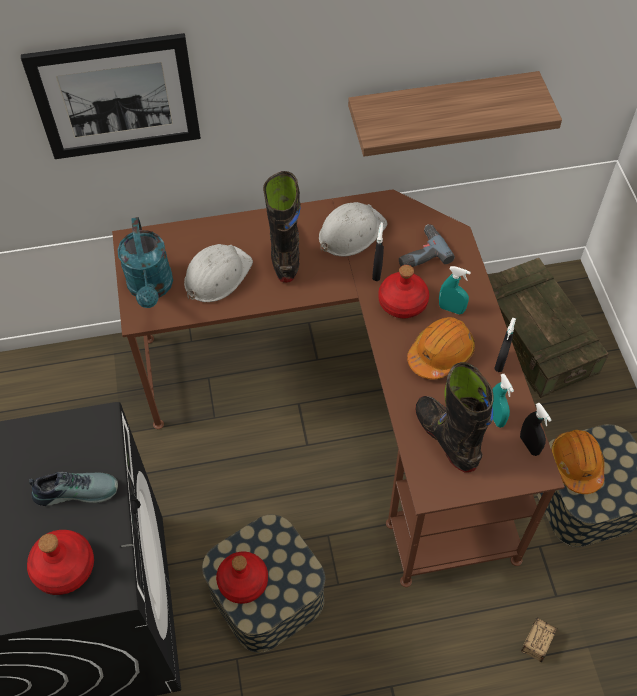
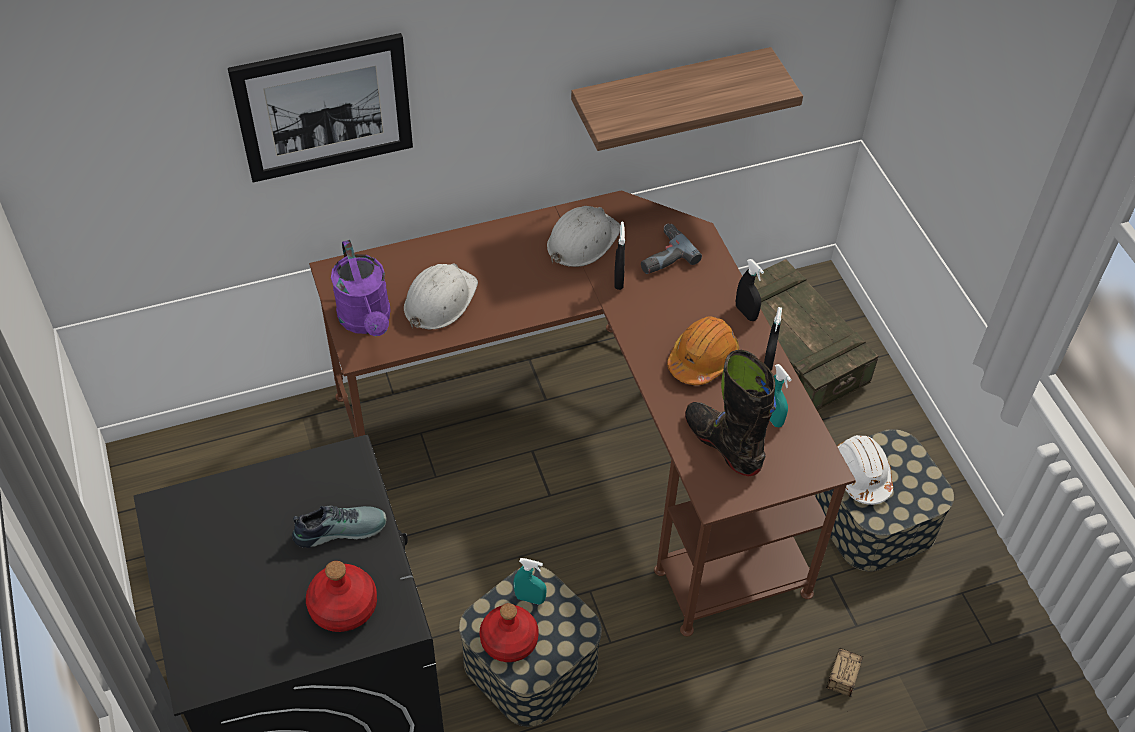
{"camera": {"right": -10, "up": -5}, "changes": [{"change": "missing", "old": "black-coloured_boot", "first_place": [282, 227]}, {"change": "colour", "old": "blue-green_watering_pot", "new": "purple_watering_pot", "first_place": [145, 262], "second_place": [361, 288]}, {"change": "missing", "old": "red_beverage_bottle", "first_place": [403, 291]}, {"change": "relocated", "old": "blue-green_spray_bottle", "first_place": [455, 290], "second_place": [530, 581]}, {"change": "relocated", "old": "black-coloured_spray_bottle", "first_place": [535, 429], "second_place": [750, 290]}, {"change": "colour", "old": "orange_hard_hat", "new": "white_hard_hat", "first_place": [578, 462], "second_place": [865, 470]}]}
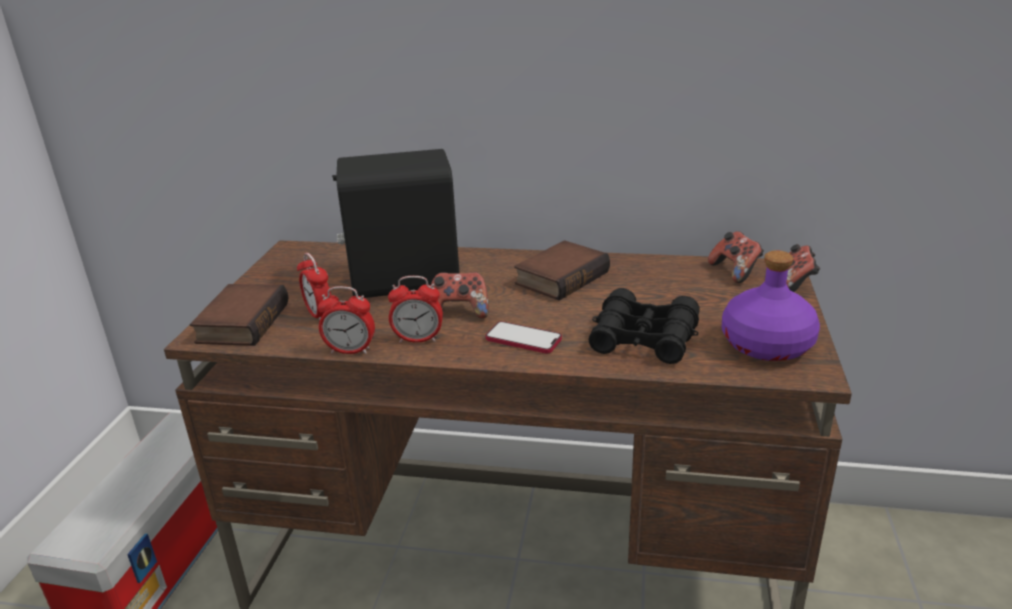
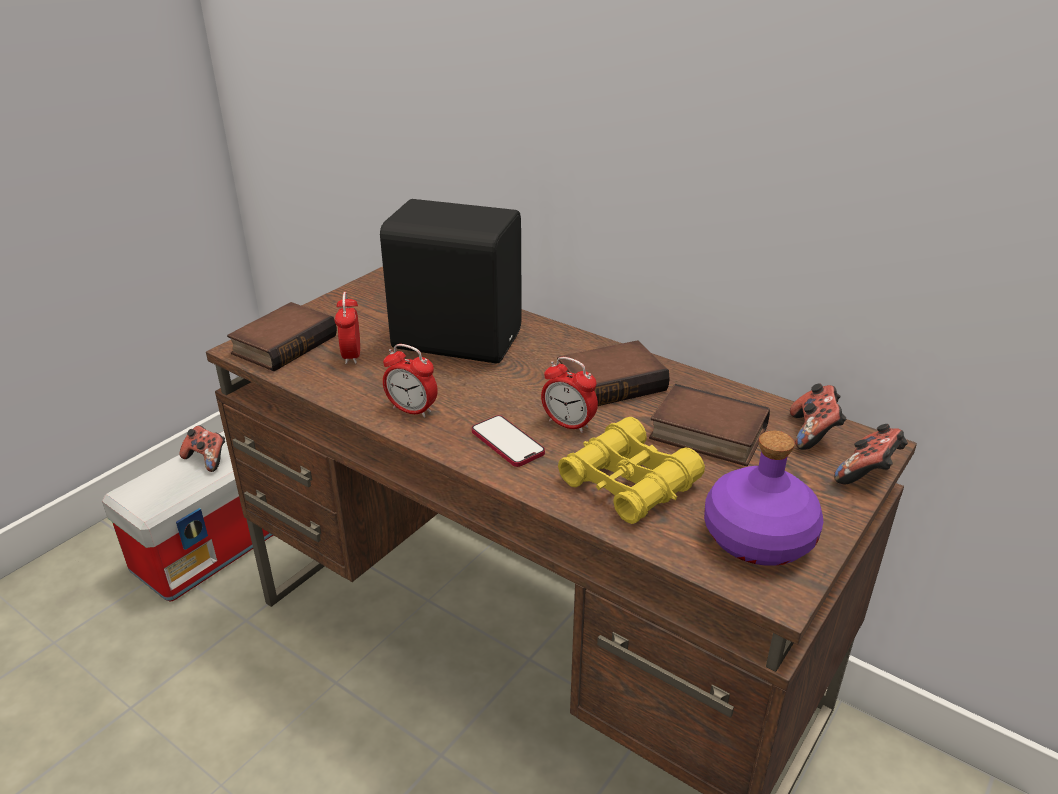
{"camera": {"right": 25, "up": 5}, "changes": [{"change": "relocated", "old": "game_controller", "first_place": [460, 295], "second_place": [202, 448]}, {"change": "relocated", "old": "alarm_clock", "first_place": [346, 320], "second_place": [569, 395]}, {"change": "colour", "old": "black-coloured_binoculars", "new": "yellow-coloured_binoculars", "first_place": [644, 326], "second_place": [631, 470]}, {"change": "appeared", "new": "bound_book", "second_place": [709, 425]}]}
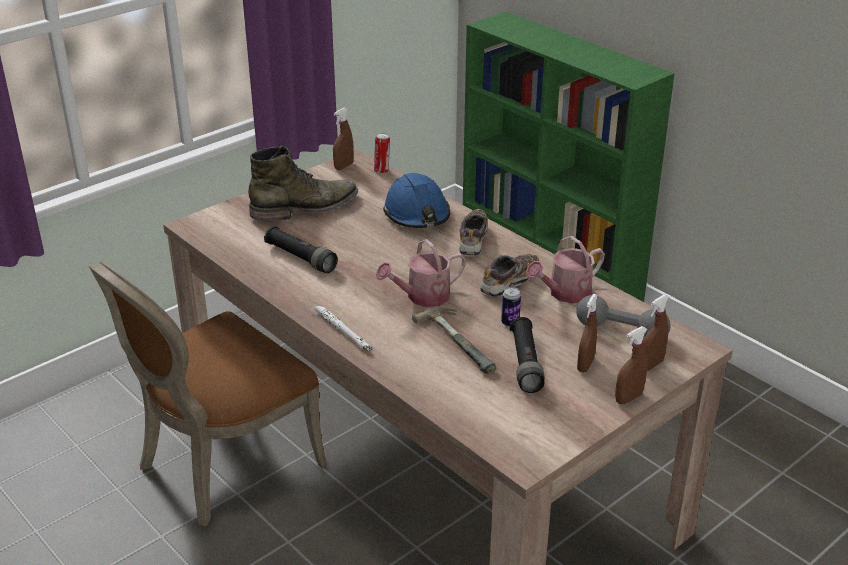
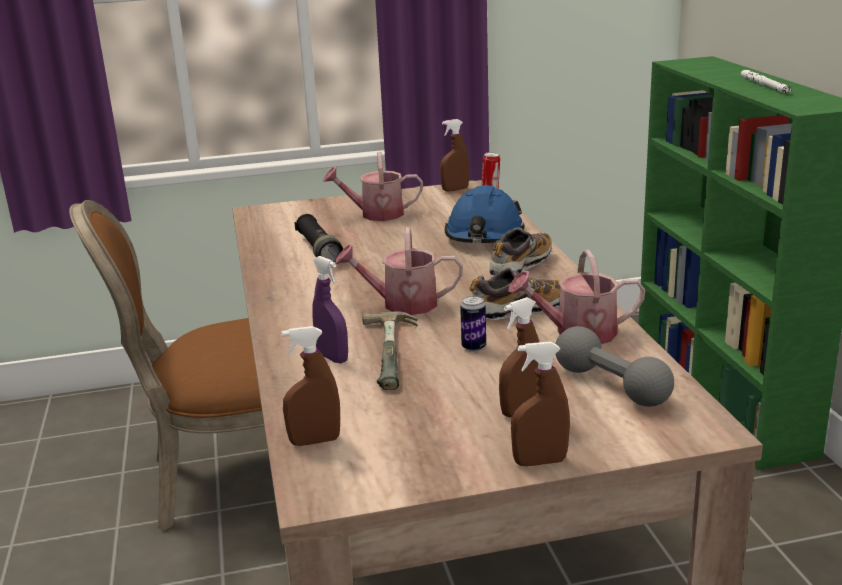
{"camera": {"right": 30, "up": -10}, "changes": [{"change": "exchanged", "old": "greenish_boot", "new": "watering_pot", "first_place": [303, 183], "second_place": [372, 186]}, {"change": "relocated", "old": "brown-coloured_spray_bottle", "first_place": [656, 333], "second_place": [311, 386]}, {"change": "relocated", "old": "white_torch", "first_place": [343, 328], "second_place": [766, 81]}, {"change": "missing", "old": "black-coloured_torch", "first_place": [527, 355]}, {"change": "appeared", "new": "purple_spray_bottle", "second_place": [330, 309]}]}
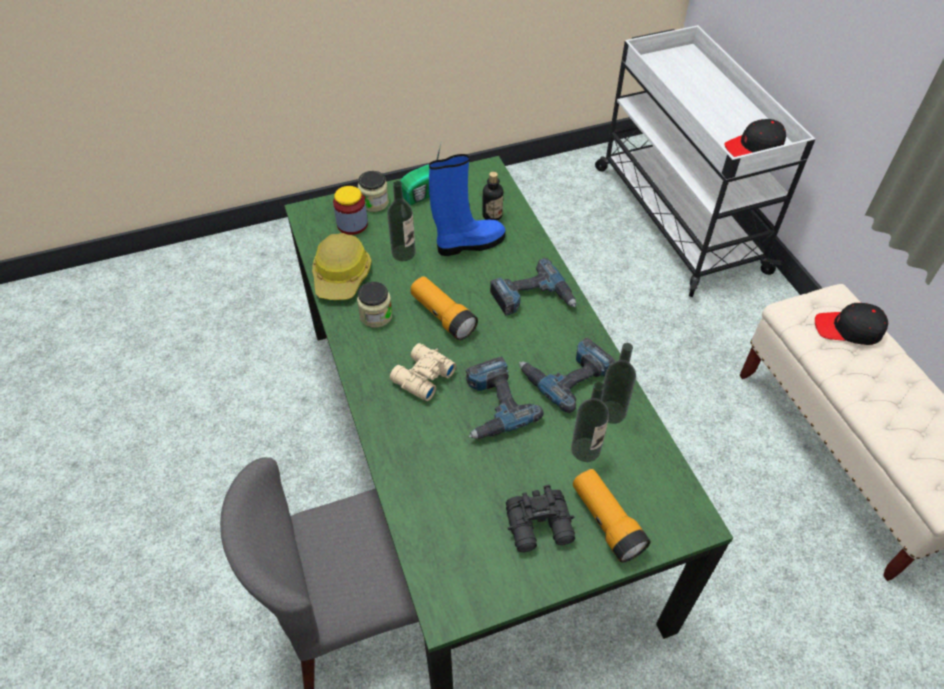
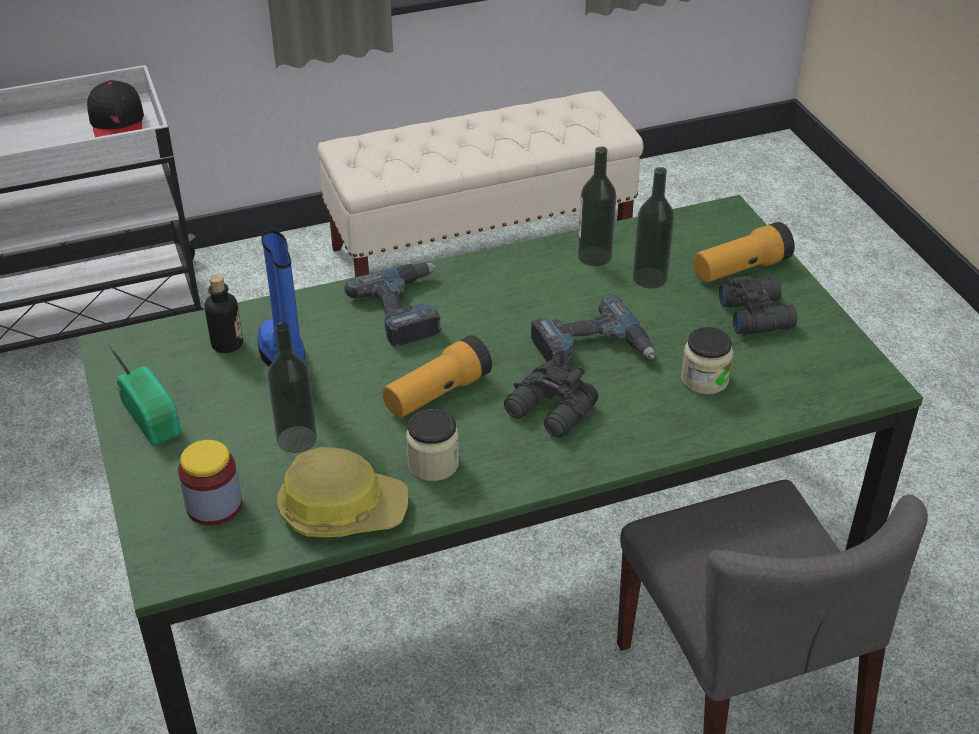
{"camera": {"right": -90, "up": -10}, "changes": [{"change": "relocated", "old": "jar", "first_place": [373, 191], "second_place": [707, 360]}, {"change": "missing", "old": "black-coloured_peaked_cap", "first_place": [851, 324]}, {"change": "missing", "old": "electric_drill", "first_place": [567, 375]}, {"change": "colour", "old": "beige_binoculars", "new": "black-coloured_binoculars", "first_place": [423, 372], "second_place": [551, 398]}]}
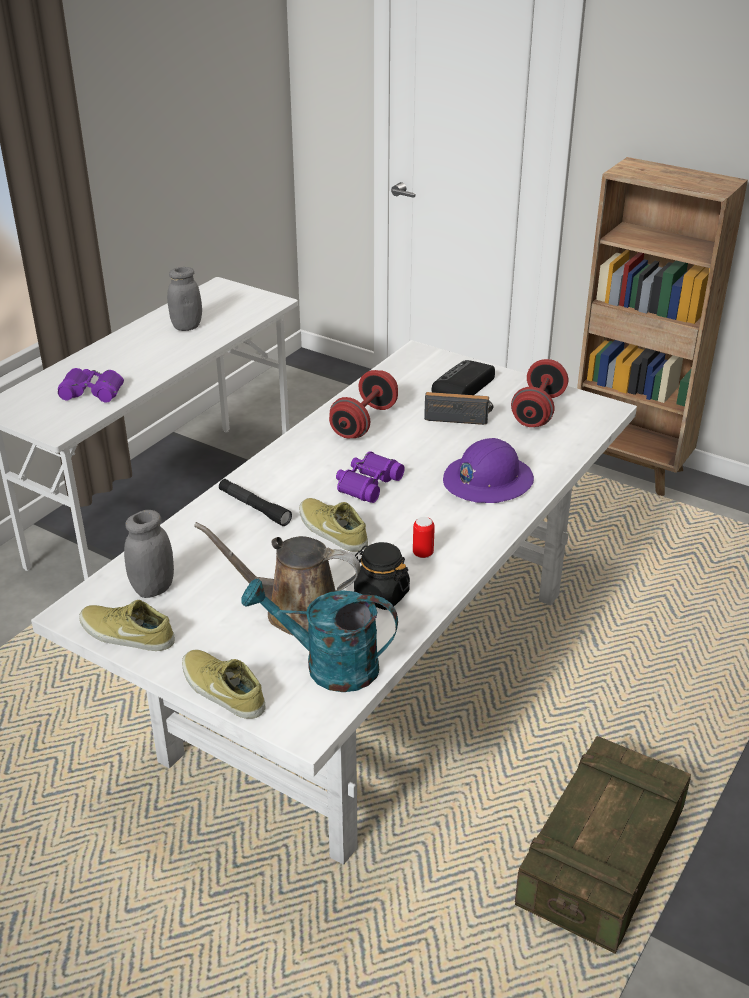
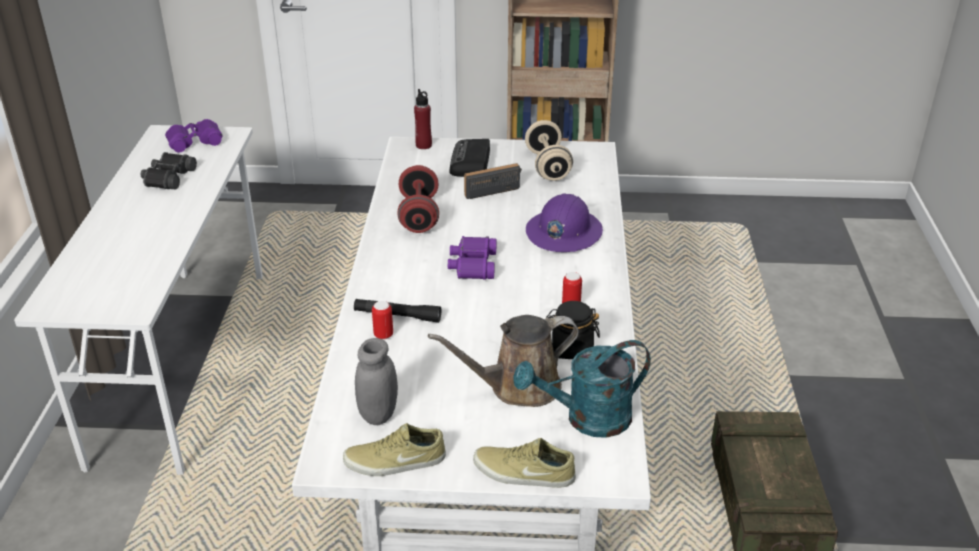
{"camera": {"right": -30, "up": 0}, "changes": [{"change": "exchanged", "old": "gray_jar", "new": "black-coloured_binoculars", "first_place": [184, 299], "second_place": [169, 170]}, {"change": "colour", "old": "red_free_weight", "new": "beige_free_weight", "first_place": [539, 393], "second_place": [549, 150]}, {"change": "relocated", "old": "purple_binoculars", "first_place": [91, 385], "second_place": [193, 136]}, {"change": "missing", "old": "beige_low_shoe", "first_place": [333, 525]}, {"change": "appeared", "new": "red_beverage_bottle", "second_place": [423, 119]}, {"change": "appeared", "new": "sealed_can", "second_place": [382, 320]}]}
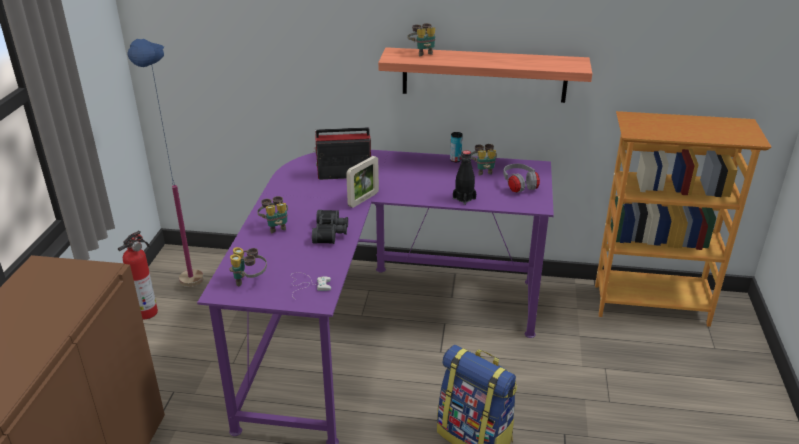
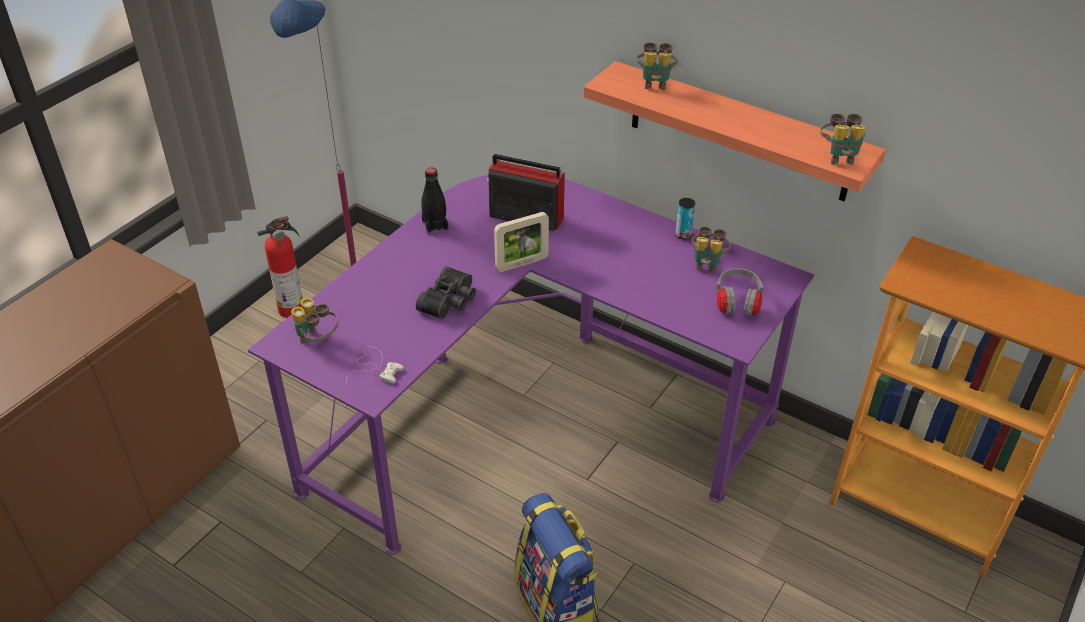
{"camera": {"right": 25, "up": 10}, "changes": [{"change": "relocated", "old": "black-coloured_beverage_bottle", "first_place": [464, 177], "second_place": [434, 201]}, {"change": "relocated", "old": "binoculars", "first_place": [272, 214], "second_place": [843, 139]}]}
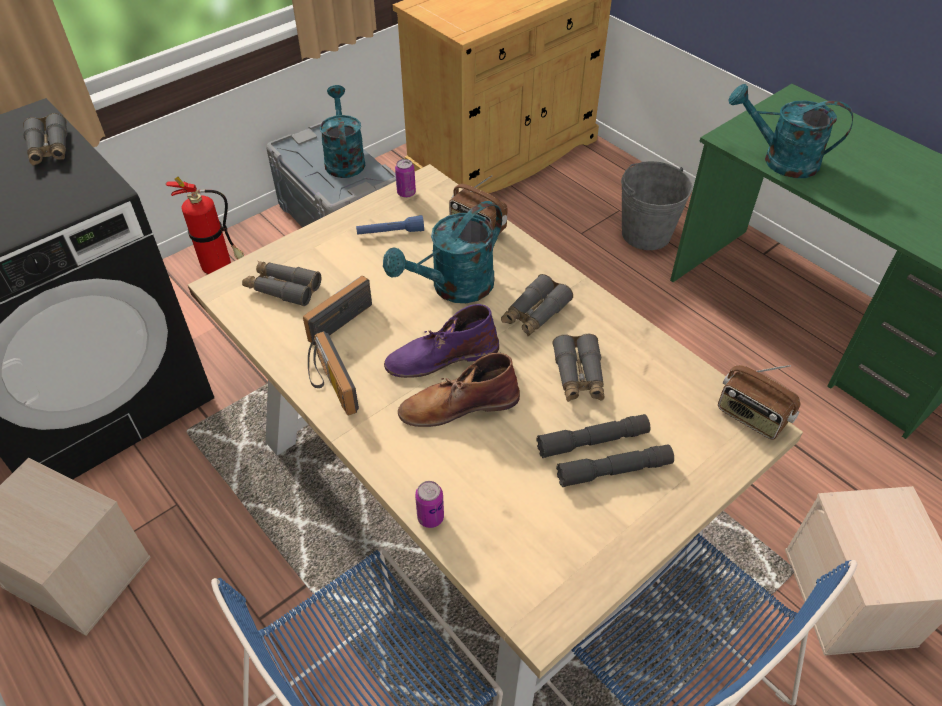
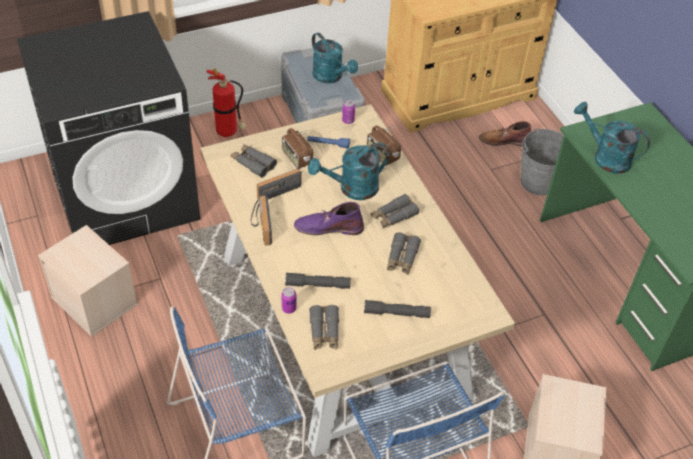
{"camera": {"right": 15, "up": 0}, "changes": [{"change": "spun", "old": "blue-green_watering_pot", "first_place": [343, 131], "second_place": [335, 58], "degrees": 135}, {"change": "relocated", "old": "gray_binoculars", "first_place": [45, 139], "second_place": [324, 327]}, {"change": "relocated", "old": "brown-coloured_boot", "first_place": [459, 390], "second_place": [505, 133]}, {"change": "relocated", "old": "radio_set", "first_place": [759, 402], "second_place": [297, 148]}, {"change": "relocated", "old": "gray_torch", "first_place": [593, 436], "second_place": [318, 281]}]}
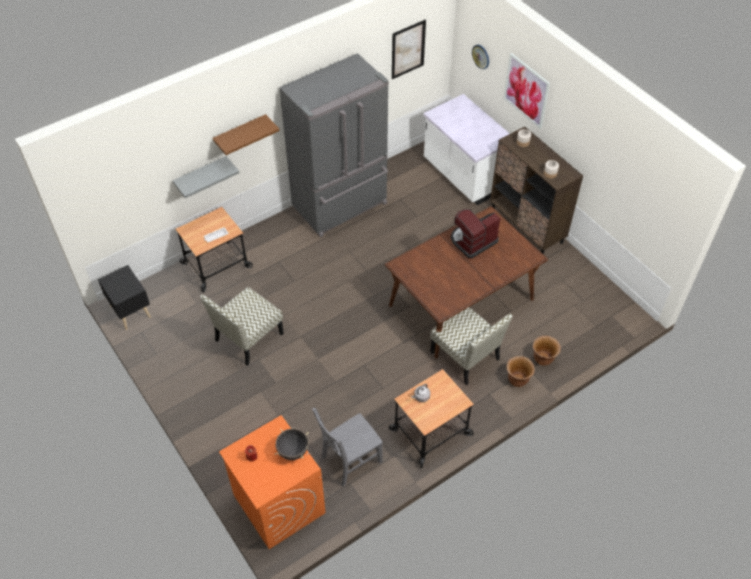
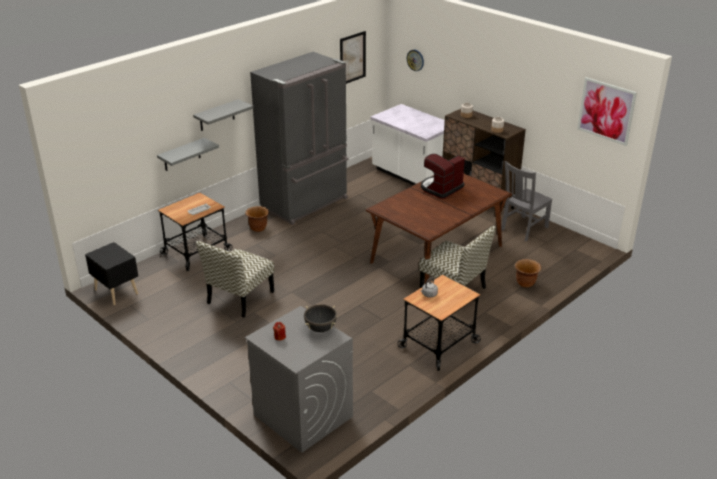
{"camera": {"right": -10, "up": -20}, "changes": [{"change": "relocated", "old": "picture", "first_place": [527, 91], "second_place": [607, 111]}, {"change": "colour", "old": "brown-coloured_wall_shelf", "new": "gray_wall_shelf", "first_place": [246, 134], "second_place": [223, 115]}, {"change": "relocated", "old": "brown-coloured_planter", "first_place": [521, 371], "second_place": [257, 219]}, {"change": "relocated", "old": "gray_upright_chair", "first_place": [347, 447], "second_place": [526, 201]}, {"change": "colour", "old": "orange_washing_machine", "new": "gray_washing_machine", "first_place": [272, 482], "second_place": [299, 379]}]}
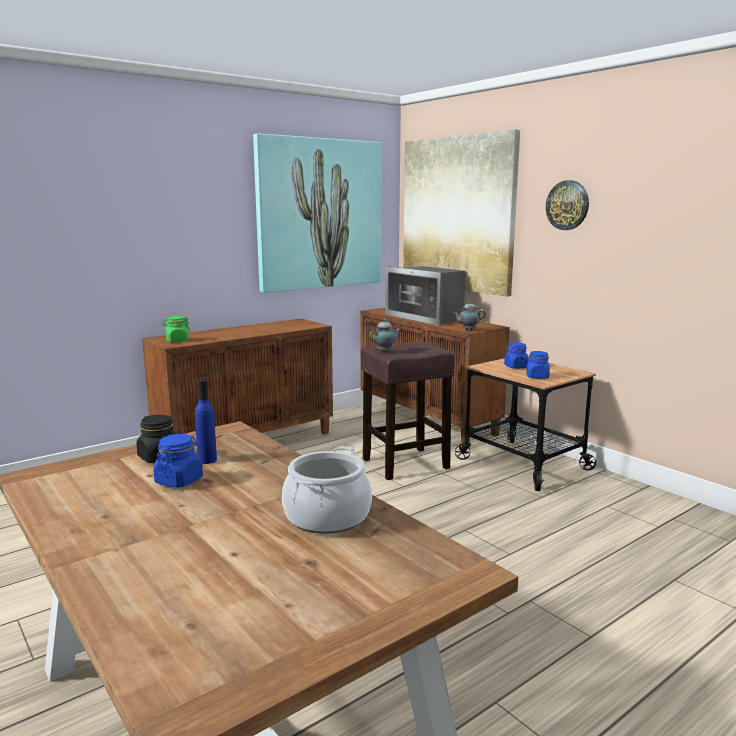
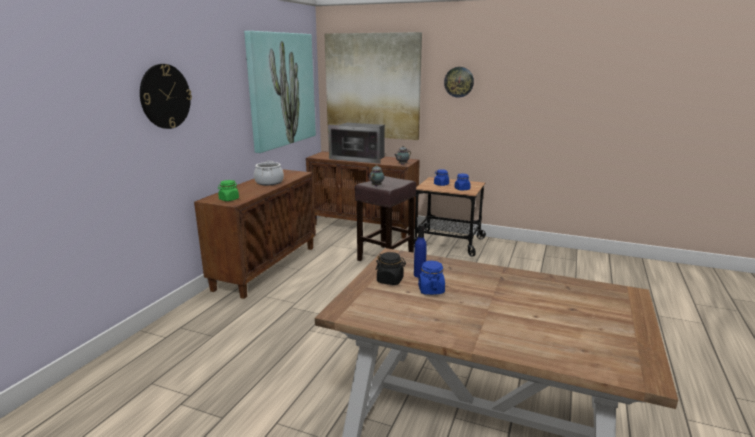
{"camera": {"right": -30, "up": 5}, "changes": [{"change": "relocated", "old": "saucepot", "first_place": [327, 490], "second_place": [269, 173]}, {"change": "appeared", "new": "wall_clock", "second_place": [166, 96]}]}
